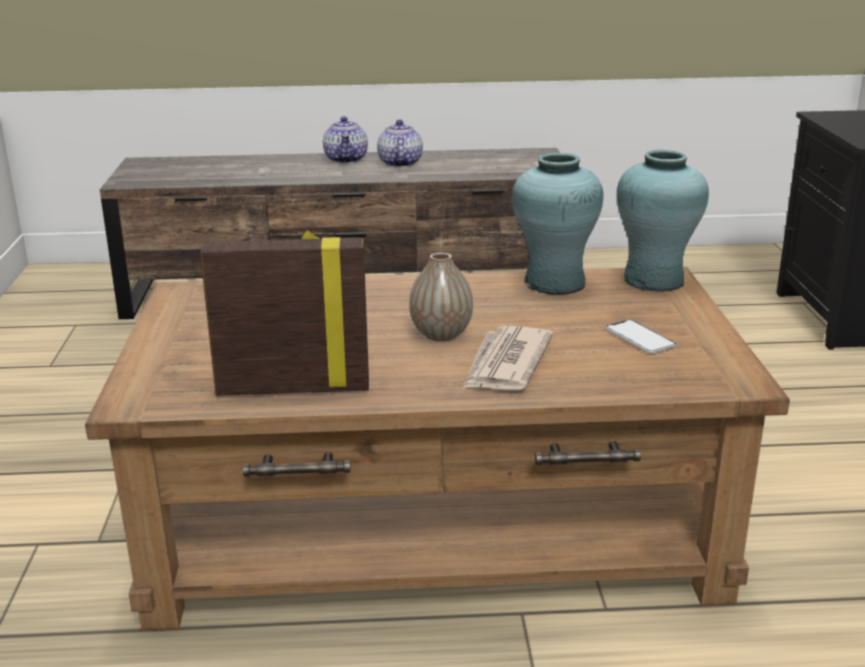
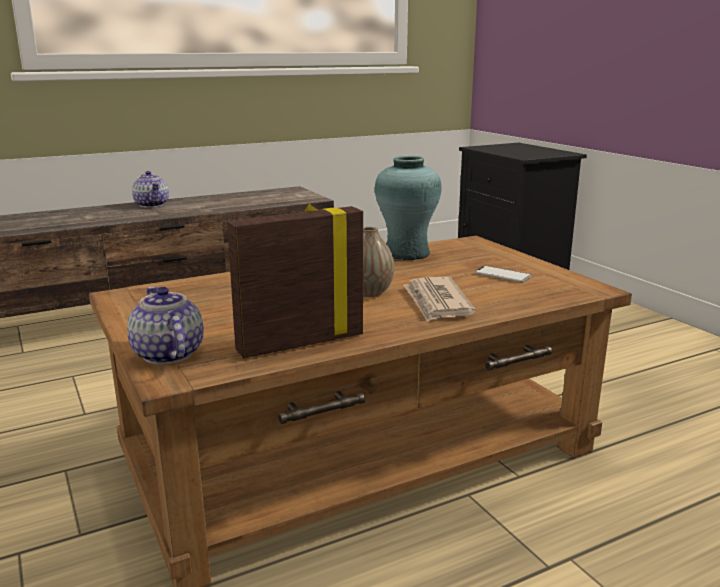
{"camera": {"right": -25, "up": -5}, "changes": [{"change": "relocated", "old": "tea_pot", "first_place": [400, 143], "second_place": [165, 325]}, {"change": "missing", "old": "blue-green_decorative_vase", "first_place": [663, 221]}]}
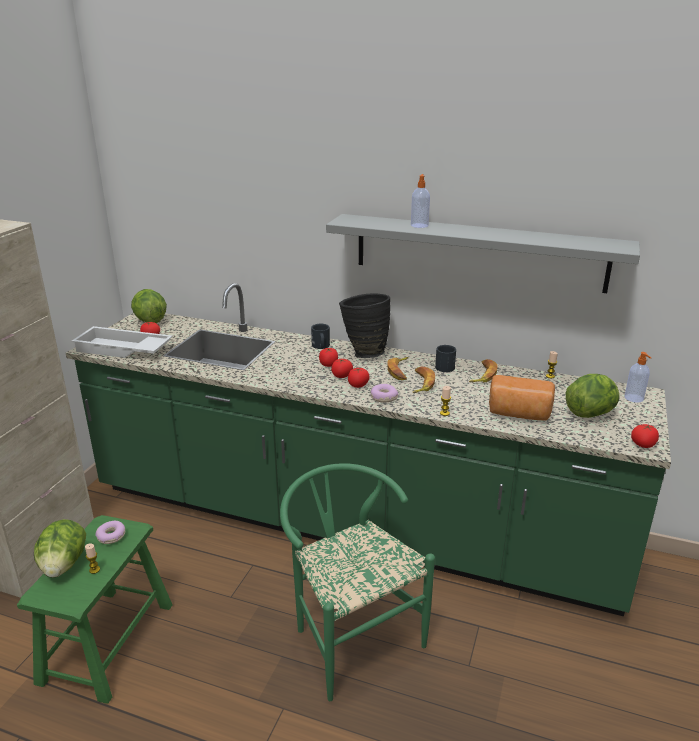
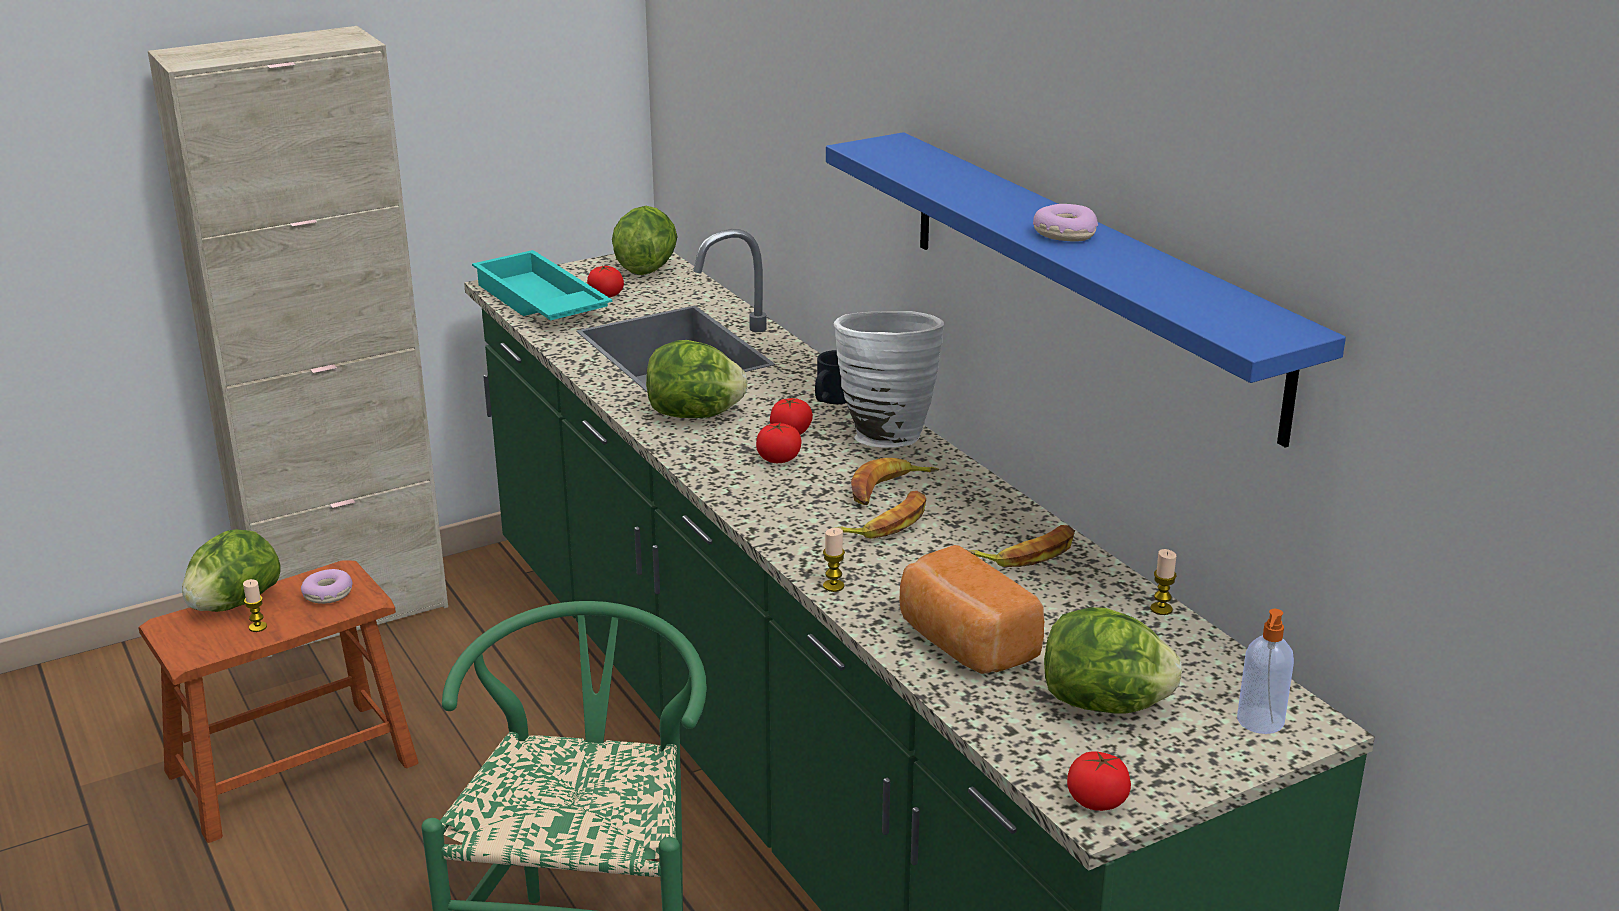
{"camera": {"right": 40, "up": 0}, "changes": [{"change": "missing", "old": "liquid_soap_bottle", "first_place": [420, 201]}, {"change": "colour", "old": "gray_wall_shelf", "new": "blue-coloured_wall_shelf", "first_place": [483, 253], "second_place": [1086, 290]}, {"change": "colour", "old": "black-coloured_decorative_vase", "new": "white_decorative_vase", "first_place": [364, 325], "second_place": [889, 379]}, {"change": "colour", "old": "white_carrying_tray", "new": "blue-green_carrying_tray", "first_place": [122, 342], "second_place": [542, 285]}, {"change": "missing", "old": "black-coloured_tea_mug", "first_place": [445, 358]}, {"change": "missing", "old": "tomato", "first_place": [359, 378]}, {"change": "relocated", "old": "doughnut", "first_place": [384, 393], "second_place": [1065, 223]}, {"change": "colour", "old": "greenish_stool_seat", "new": "brown-coloured_stool_seat", "first_place": [94, 609], "second_place": [279, 701]}, {"change": "appeared", "new": "lettuce", "second_place": [697, 379]}]}
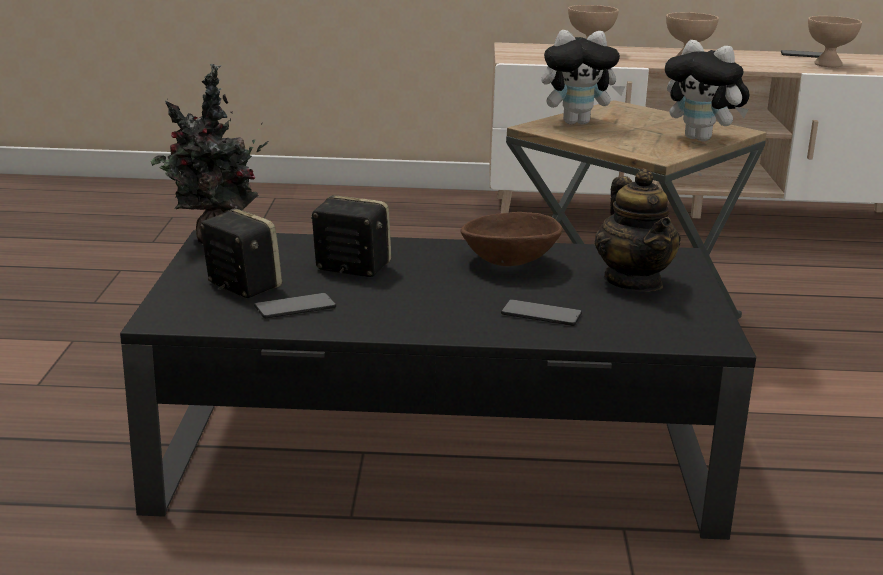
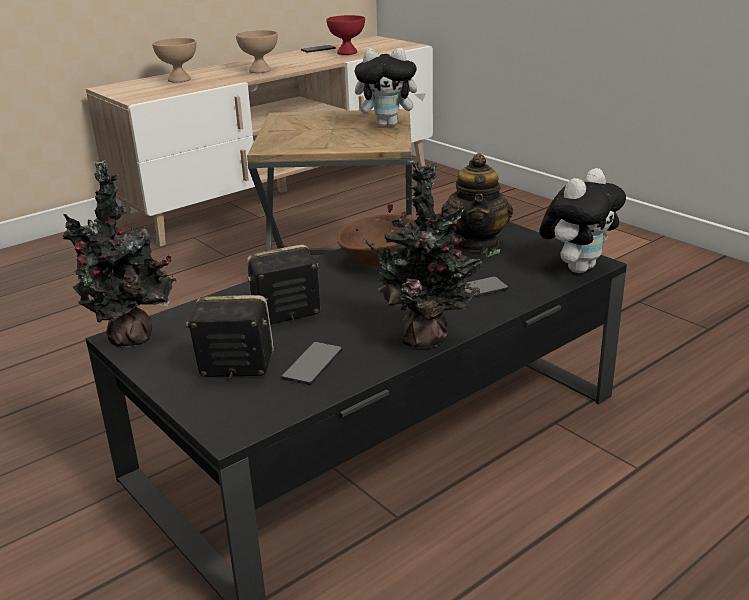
{"camera": {"right": -40, "up": 5}, "changes": [{"change": "colour", "old": "beige_bowl", "new": "red_bowl", "first_place": [835, 41], "second_place": [345, 35]}, {"change": "relocated", "old": "soft_toy", "first_place": [583, 77], "second_place": [583, 220]}, {"change": "spun", "old": "tea_pot", "first_place": [638, 230], "second_place": [477, 202], "degrees": 60}, {"change": "appeared", "new": "plant_in_a_pot", "second_place": [428, 254]}]}
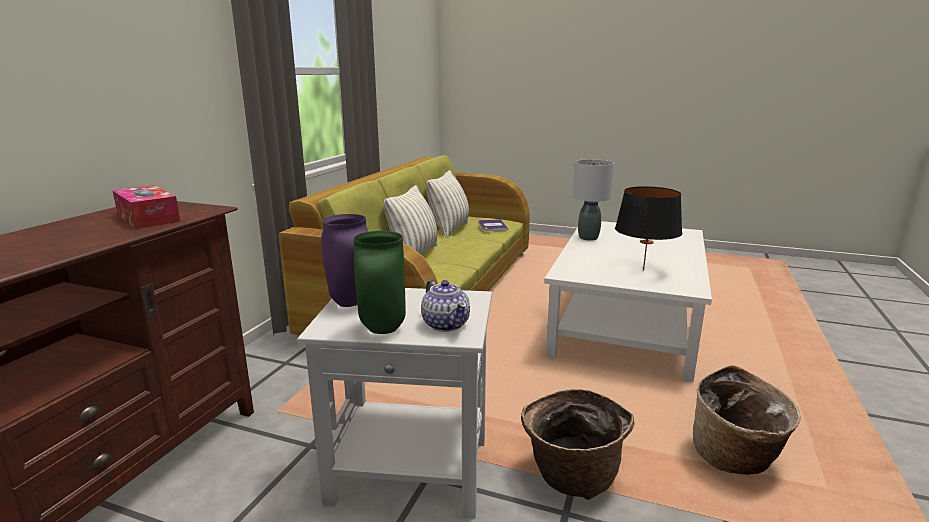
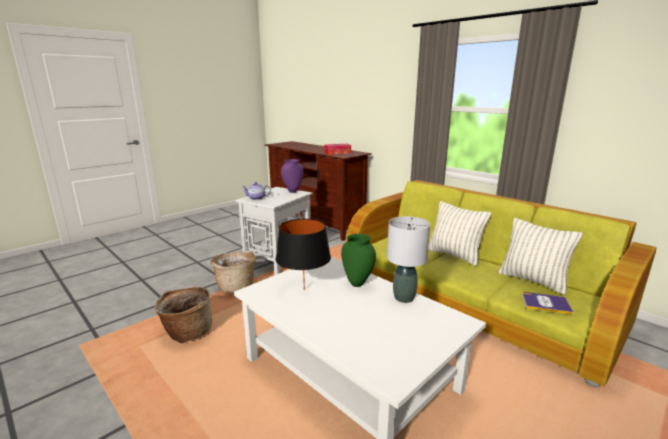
{"camera": {"right": 115, "up": 0}, "changes": [{"change": "relocated", "old": "greenish_decorative_vase", "first_place": [379, 282], "second_place": [358, 260]}]}
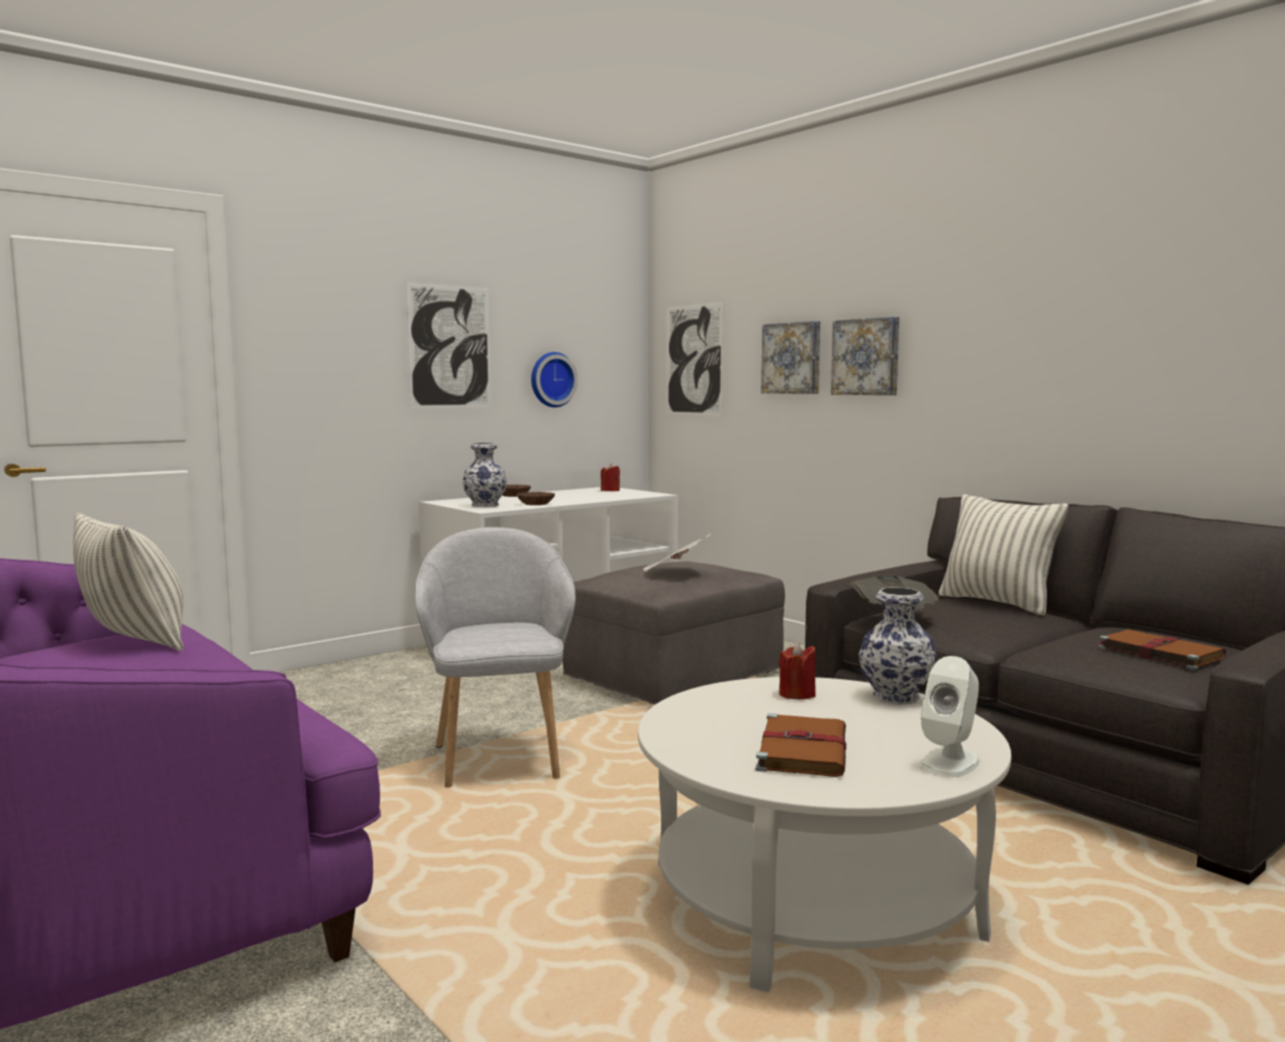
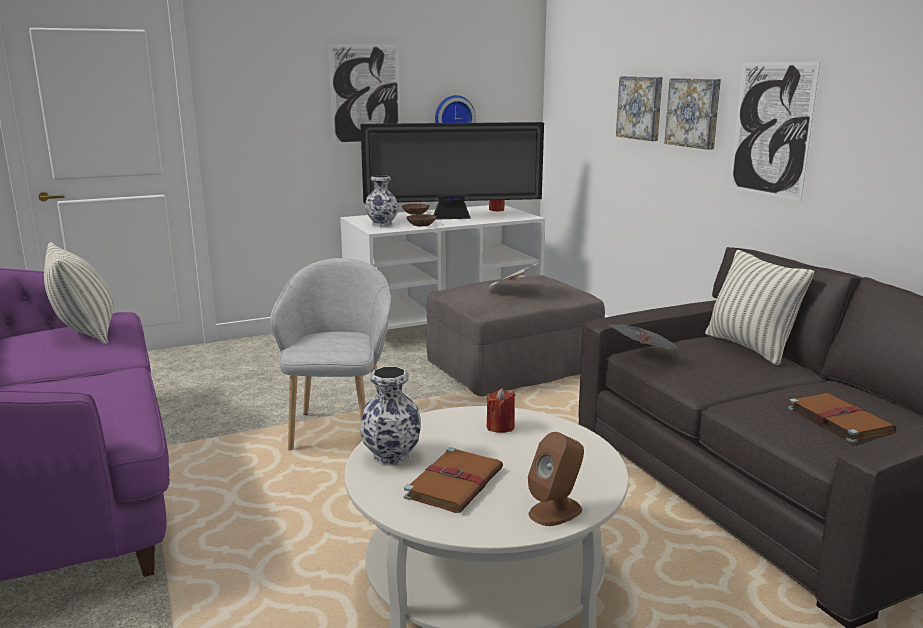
{"camera": {"right": 15, "up": 10}, "changes": [{"change": "relocated", "old": "picture", "first_place": [695, 359], "second_place": [774, 131]}, {"change": "relocated", "old": "decorative_vase", "first_place": [897, 646], "second_place": [390, 416]}, {"change": "colour", "old": "white_audio_speaker", "new": "brown-coloured_audio_speaker", "first_place": [950, 716], "second_place": [556, 479]}, {"change": "appeared", "new": "television", "second_place": [452, 171]}]}
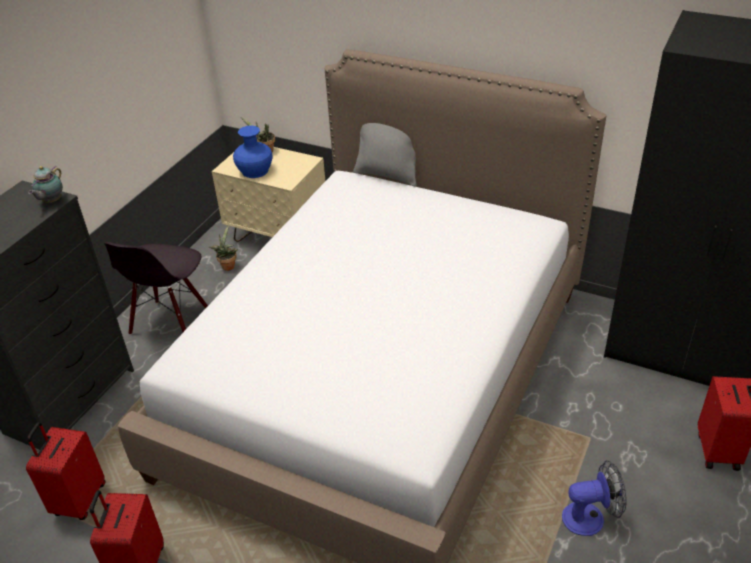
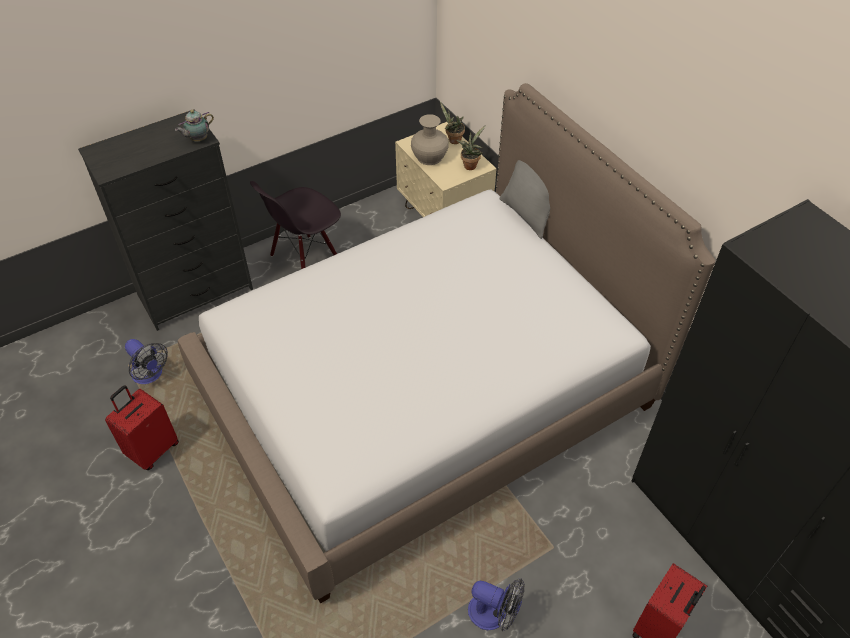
{"camera": {"right": 30, "up": 10}, "changes": [{"change": "colour", "old": "blue-coloured_decorative_vase", "new": "beige_decorative_vase", "first_place": [253, 152], "second_place": [430, 139]}, {"change": "relocated", "old": "plant_in_a_pot", "first_place": [223, 248], "second_place": [471, 147]}, {"change": "exchanged", "old": "red_suitcase", "new": "cooling_fan", "first_place": [65, 471], "second_place": [146, 361]}]}
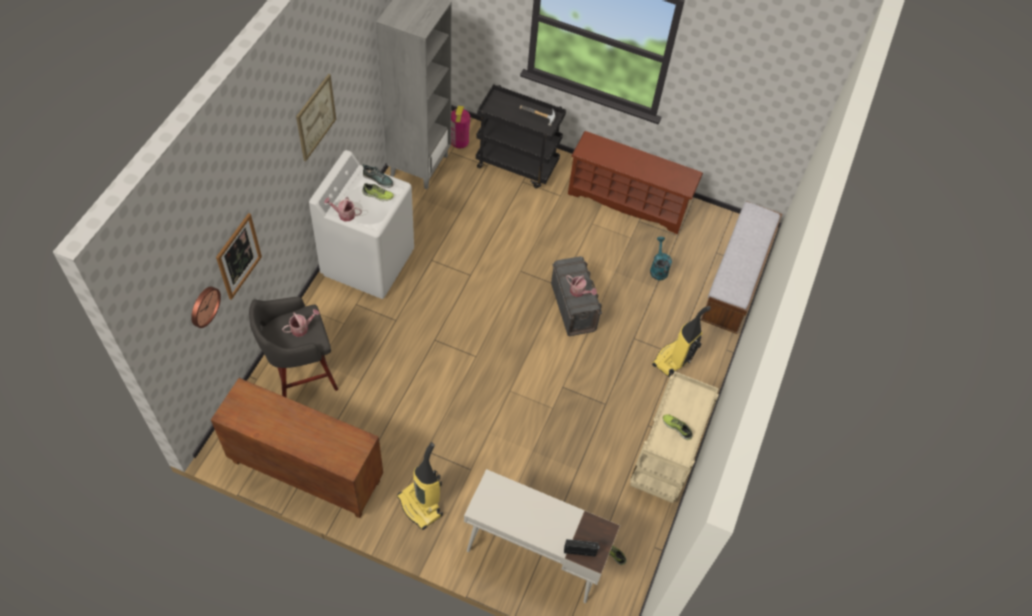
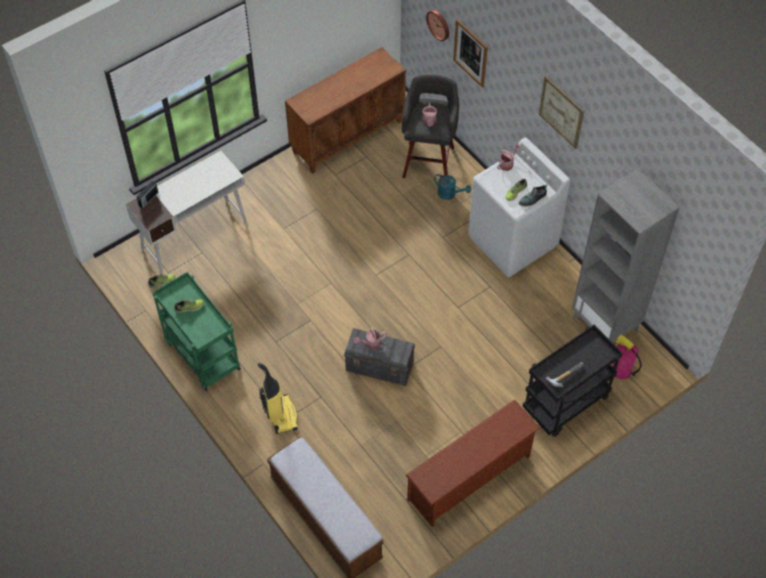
{"camera": {"right": 125, "up": 0}, "changes": [{"change": "relocated", "old": "blue-green_watering_pot", "first_place": [661, 258], "second_place": [452, 187]}, {"change": "colour", "old": "beige_cart", "new": "greenish_cart", "first_place": [674, 437], "second_place": [196, 331]}, {"change": "missing", "old": "vacuum", "first_place": [420, 486]}]}
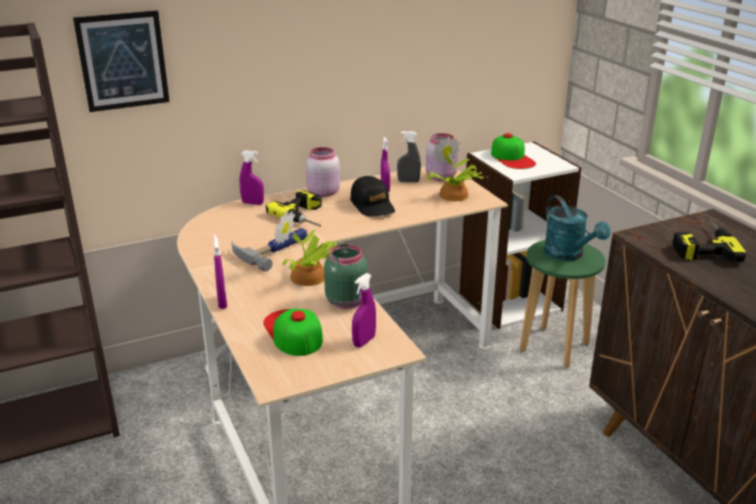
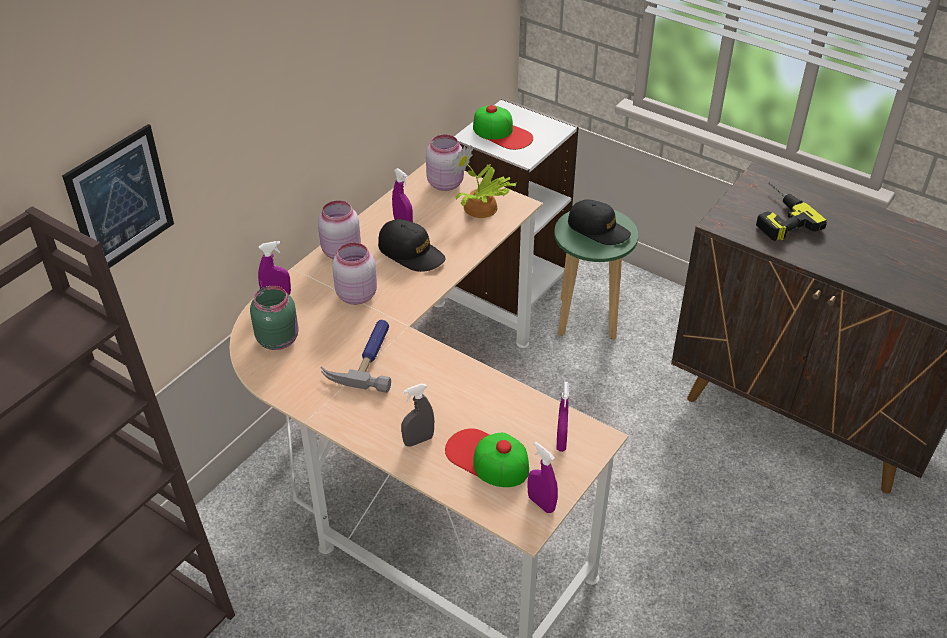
{"camera": {"right": -30, "up": 15}, "changes": [{"change": "relocated", "old": "gray_spray_bottle", "first_place": [409, 157], "second_place": [417, 415]}, {"change": "exchanged", "old": "electric_drill", "new": "pink_jar", "first_place": [294, 208], "second_place": [354, 273]}, {"change": "exchanged", "old": "blue-green_watering_pot", "new": "black-coloured_peaked_cap", "first_place": [577, 228], "second_place": [599, 222]}, {"change": "missing", "old": "plant_in_a_pot", "first_place": [305, 248]}, {"change": "relocated", "old": "purple_spray_bottle", "first_place": [220, 272], "second_place": [543, 477]}, {"change": "relocated", "old": "greenish_jar", "first_place": [346, 276], "second_place": [274, 318]}]}
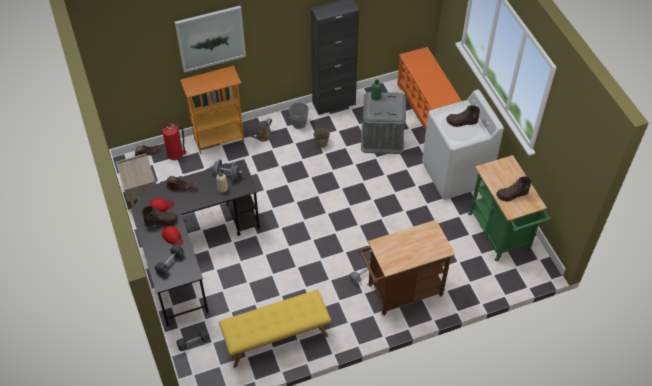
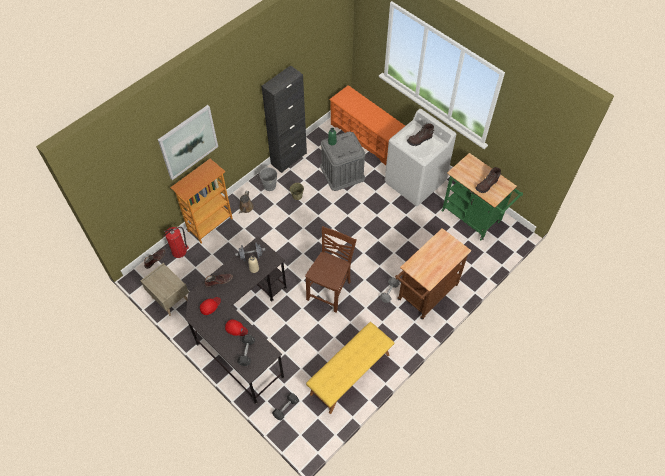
{"camera": {"right": -25, "up": 5}, "changes": [{"change": "missing", "old": "brown-coloured_boot", "first_place": [160, 216]}, {"change": "appeared", "new": "brown-coloured_upright_chair", "second_place": [331, 269]}]}
